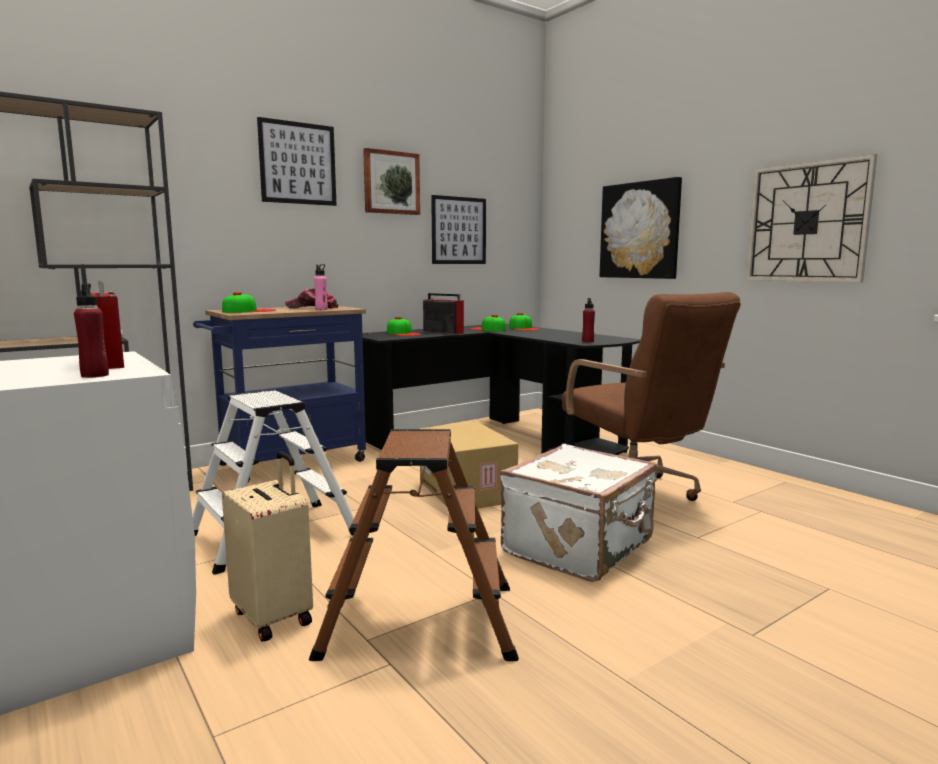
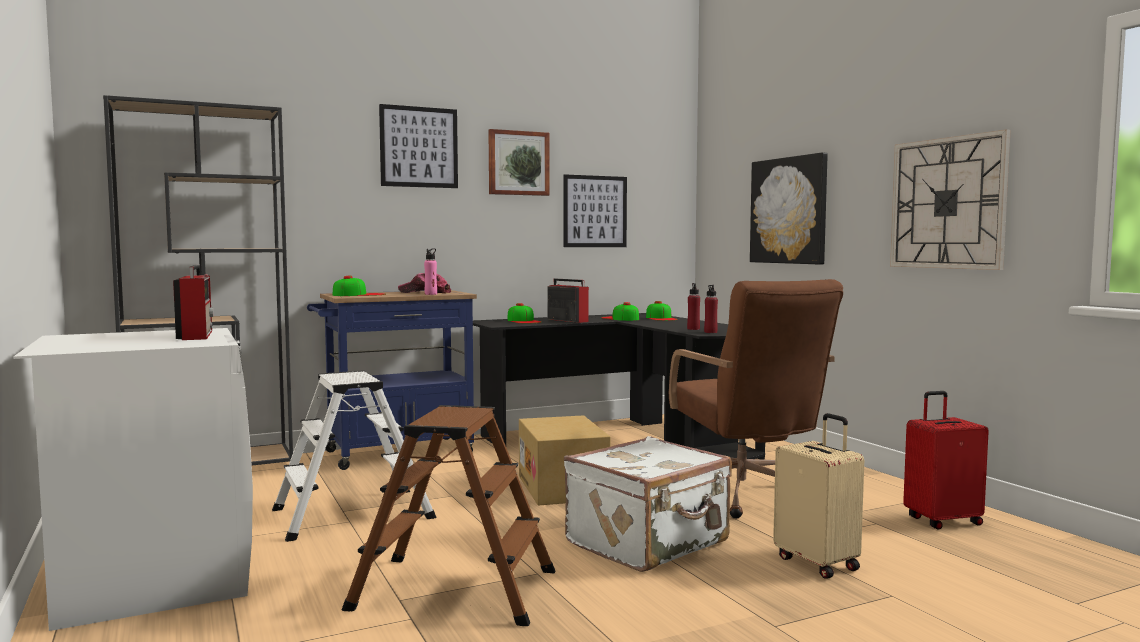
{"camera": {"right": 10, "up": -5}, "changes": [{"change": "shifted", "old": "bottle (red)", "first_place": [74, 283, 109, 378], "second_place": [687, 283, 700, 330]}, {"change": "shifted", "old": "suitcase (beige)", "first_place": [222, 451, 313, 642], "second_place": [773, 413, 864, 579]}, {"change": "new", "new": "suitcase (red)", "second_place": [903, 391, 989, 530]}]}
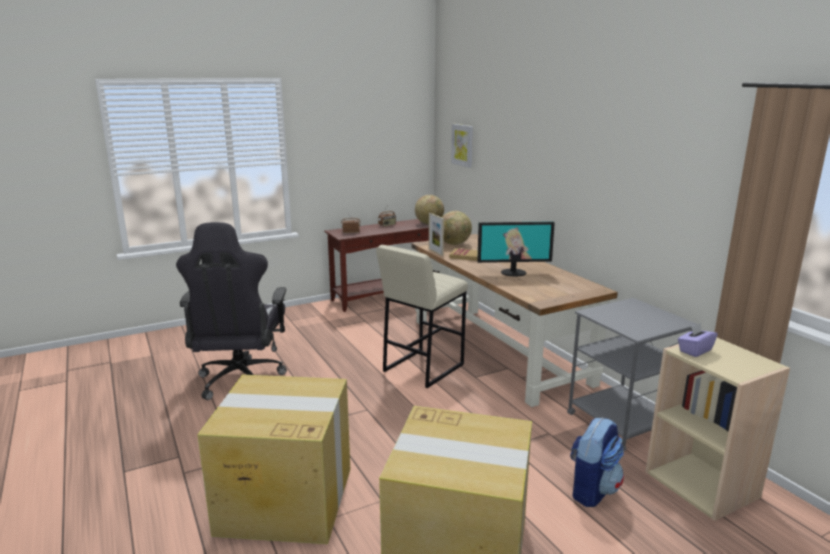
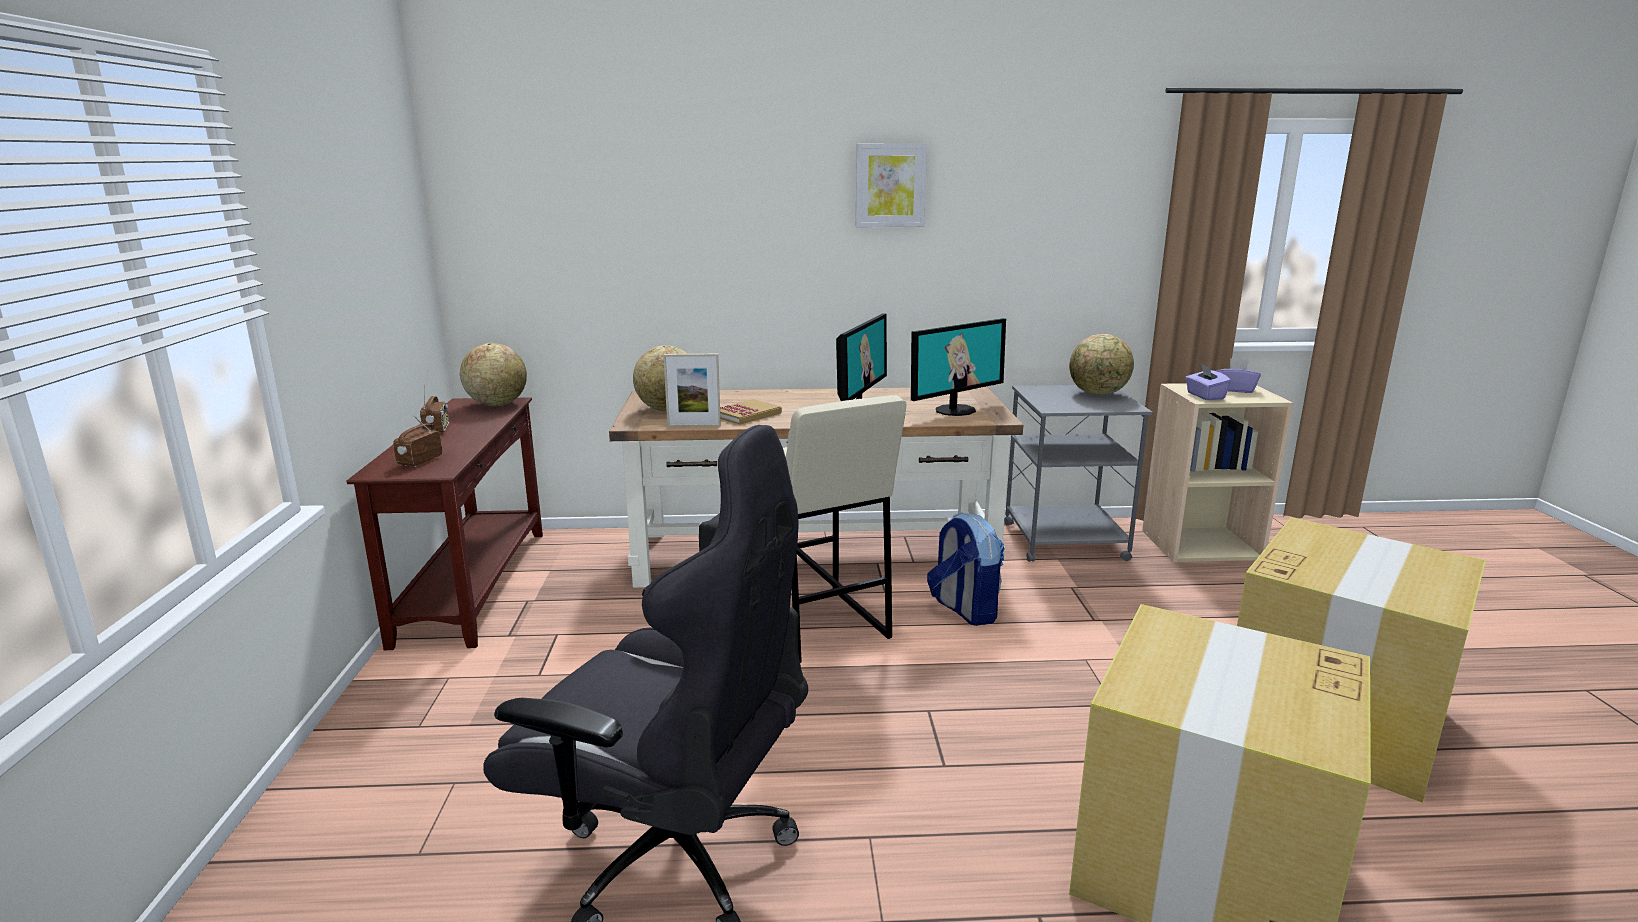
{"camera": {"right": -65, "up": 0}, "changes": [{"change": "shifted", "old": "picture", "first_place": [451, 124, 473, 168], "second_place": [856, 143, 927, 227]}, {"change": "shifted", "old": "backpack", "first_place": [570, 417, 624, 507], "second_place": [927, 512, 1005, 626]}, {"change": "new", "new": "monitor", "second_place": [911, 318, 1006, 416]}, {"change": "new", "new": "globe", "second_place": [1069, 334, 1134, 395]}, {"change": "new", "new": "tissue box (purple)", "second_place": [1216, 358, 1261, 393]}]}
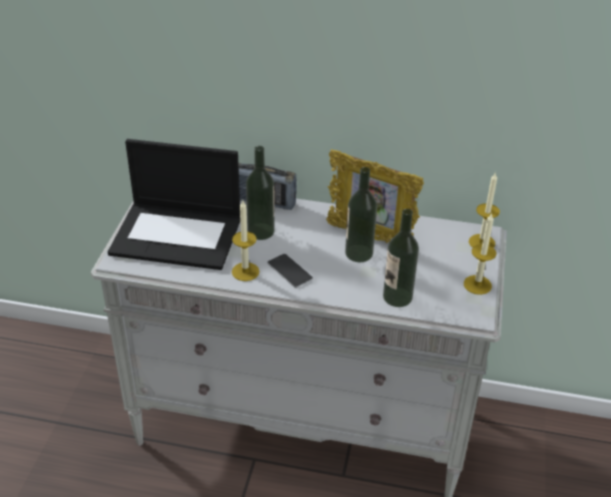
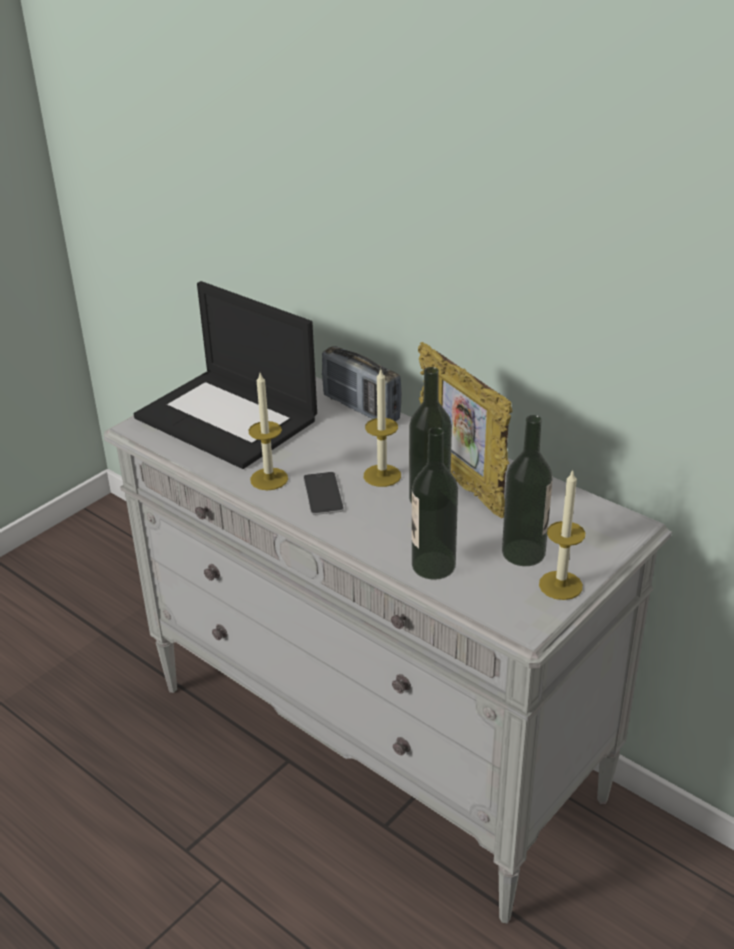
{"camera": {"right": 30, "up": -5}, "changes": [{"change": "shifted", "old": "bottle", "first_place": [246, 146, 275, 240], "second_place": [502, 415, 553, 566]}, {"change": "shifted", "old": "candle", "first_place": [469, 172, 500, 248], "second_place": [364, 368, 401, 487]}]}
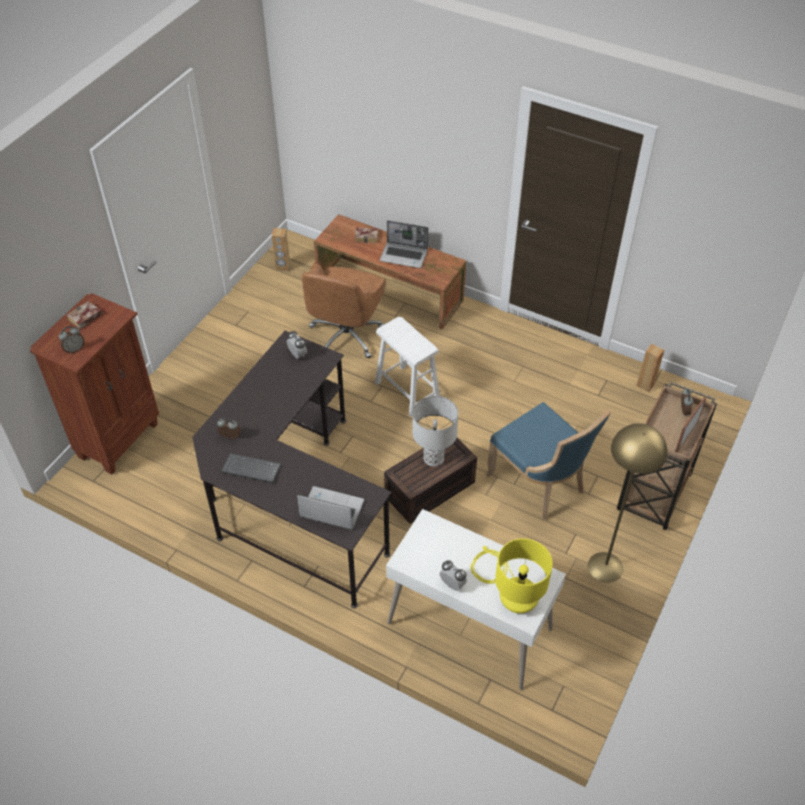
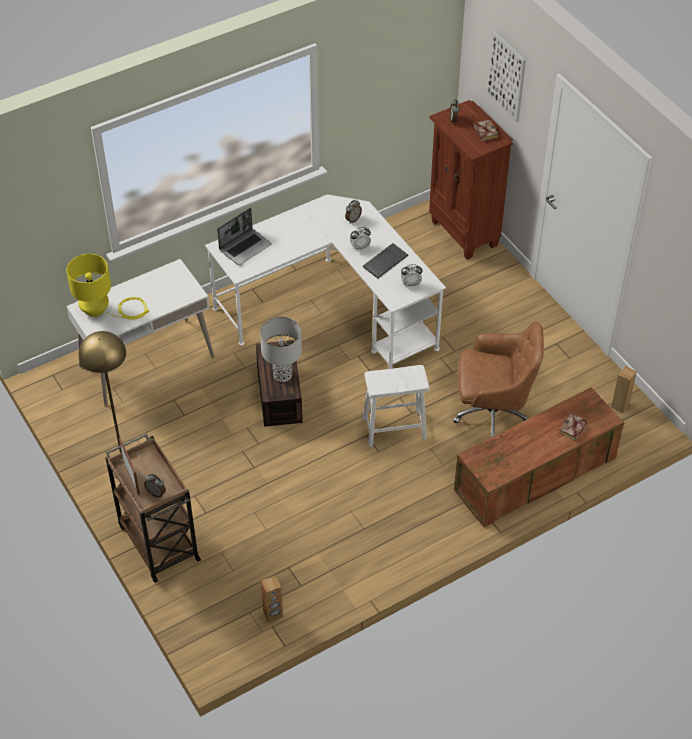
{"camera": {"right": 120, "up": 0}, "changes": [{"change": "gone", "old": "laptop", "first_place": [380, 220, 428, 268]}, {"change": "rotated", "old": "office chair (brown)", "first_place": [302, 262, 386, 358], "second_place": [453, 322, 544, 437], "degrees": 135}, {"change": "repainted", "old": "desk (black)", "new": "desk (white)", "first_place": [192, 331, 391, 608], "second_place": [205, 194, 446, 369]}, {"change": "gone", "old": "chair (blue)", "first_place": [485, 402, 612, 520]}, {"change": "shifted", "old": "keyboard", "first_place": [221, 453, 281, 483], "second_place": [363, 243, 408, 279]}, {"change": "shifted", "old": "alarm clock", "first_place": [439, 560, 467, 591], "second_place": [350, 227, 371, 251]}, {"change": "new", "new": "picture", "second_place": [487, 32, 526, 122]}]}
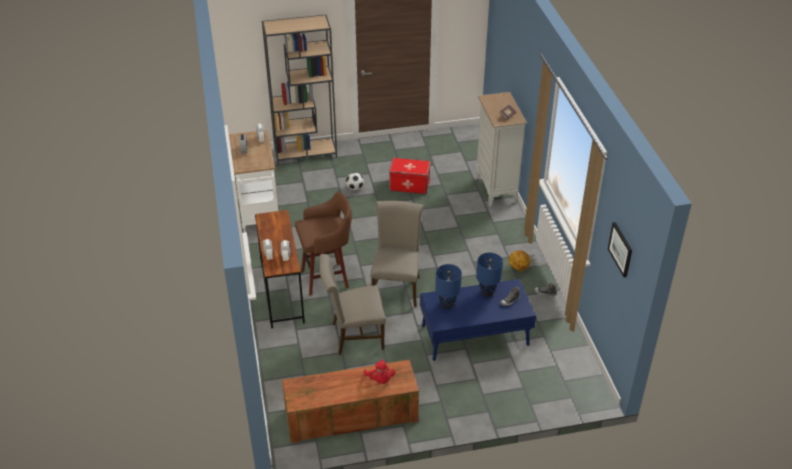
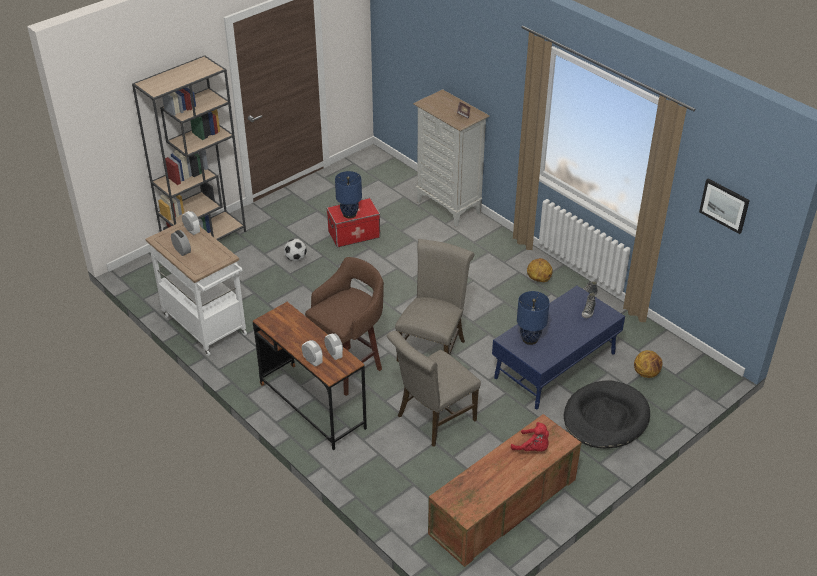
{"camera": {"right": -30, "up": 0}, "changes": [{"change": "rotated", "old": "chair (beige)", "first_place": [370, 201, 424, 307], "second_place": [395, 239, 475, 362], "degrees": 45}, {"change": "shifted", "old": "table lamp (blue)", "first_place": [476, 253, 503, 296], "second_place": [335, 171, 362, 218]}, {"change": "new", "new": "basketball", "second_place": [634, 350, 663, 378]}, {"change": "new", "new": "dog bed (black)", "second_place": [564, 381, 650, 448]}]}
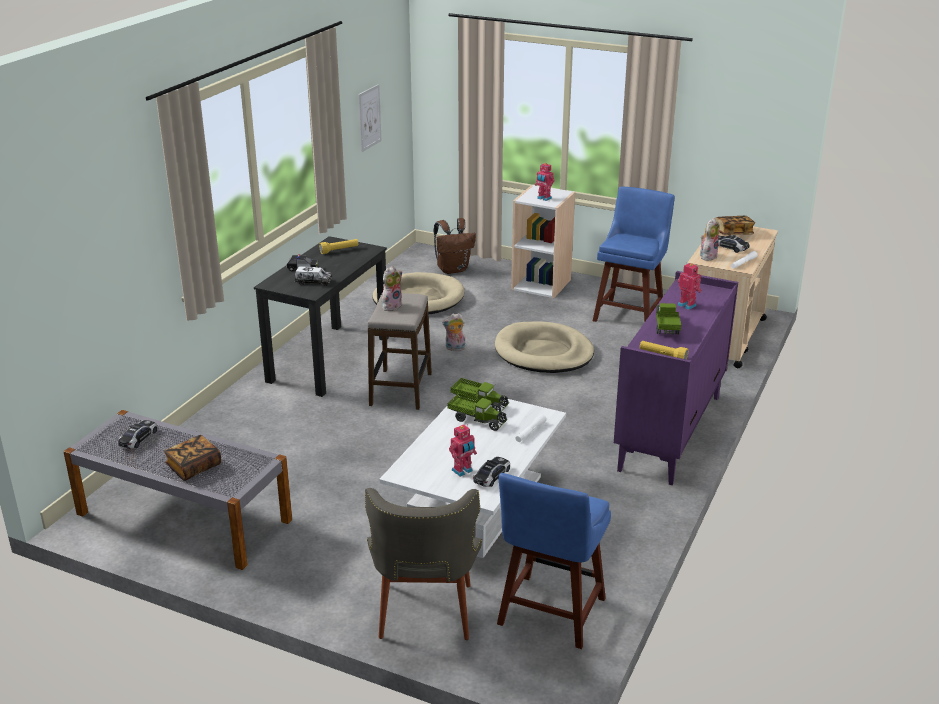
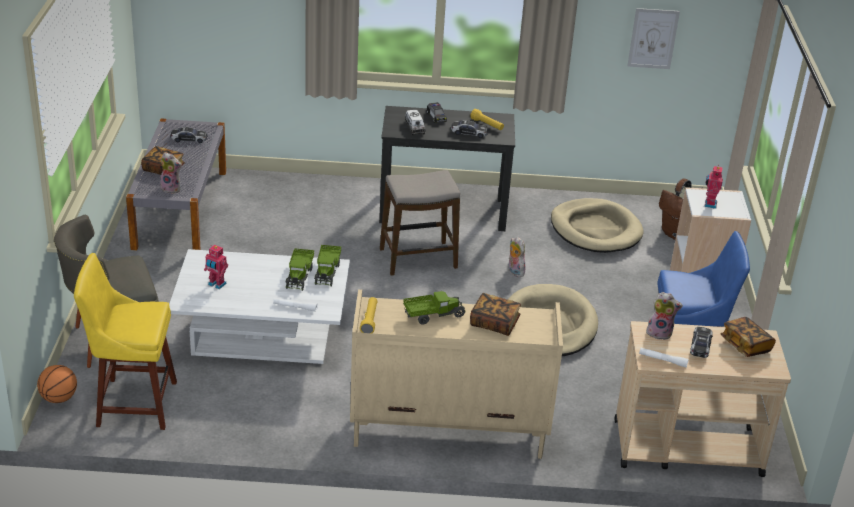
{"camera": {"right": 65, "up": 5}, "changes": [{"change": "swapped", "old": "toy robot", "new": "book", "first_place": [678, 262, 702, 310], "second_place": [470, 293, 521, 336]}, {"change": "shifted", "old": "plush toy", "first_place": [382, 266, 402, 311], "second_place": [160, 152, 182, 194]}, {"change": "repainted", "old": "cabinet (purple)", "new": "cabinet (beige)", "first_place": [614, 271, 738, 485], "second_place": [350, 289, 563, 459]}, {"change": "shifted", "old": "toy car", "first_place": [473, 457, 510, 487], "second_place": [450, 120, 488, 138]}, {"change": "repainted", "old": "chair (blue)", "new": "chair (yellow)", "first_place": [497, 473, 611, 649], "second_place": [74, 253, 177, 430]}, {"change": "new", "new": "basketball", "second_place": [37, 365, 77, 403]}]}
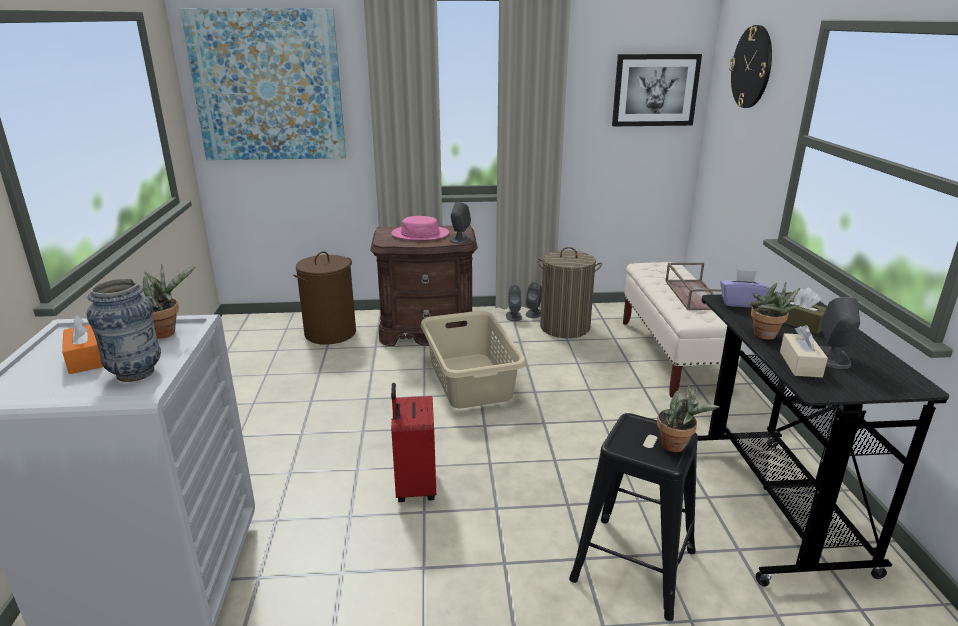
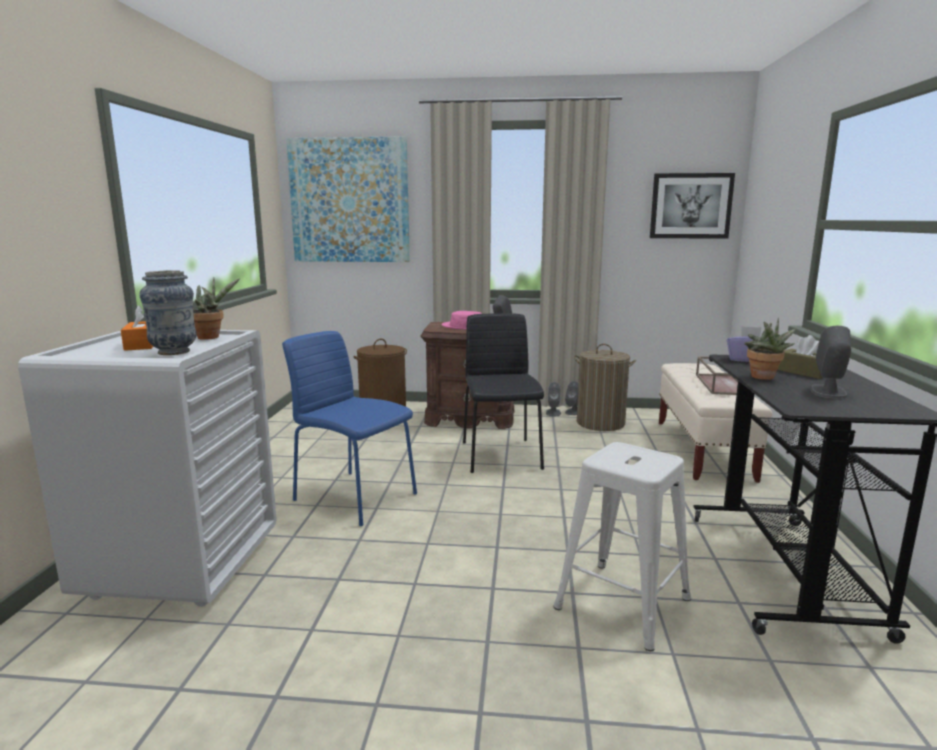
{"camera": {"right": 10, "up": -10}, "changes": [{"change": "gone", "old": "wall clock", "first_place": [729, 25, 772, 108]}, {"change": "swapped", "old": "laundry basket (beige)", "new": "chair (black)", "first_place": [421, 311, 526, 408], "second_place": [463, 313, 544, 473]}, {"change": "gone", "old": "tissue box (beige)", "first_place": [780, 325, 828, 378]}, {"change": "gone", "old": "suitcase (red)", "first_place": [391, 383, 436, 502]}, {"change": "gone", "old": "potted plant", "first_place": [657, 384, 719, 452]}, {"change": "repainted", "old": "stool (black)", "new": "stool (white)", "first_place": [569, 413, 698, 621], "second_place": [553, 442, 691, 651]}, {"change": "new", "new": "chair (blue)", "second_place": [282, 331, 417, 526]}]}
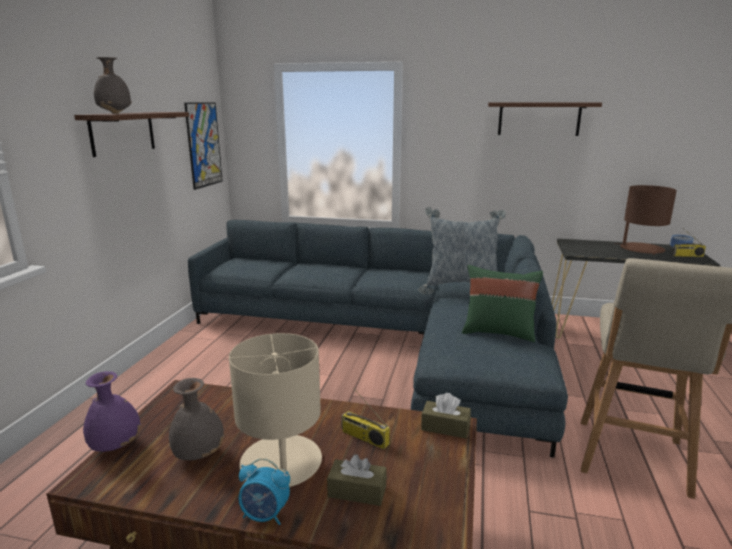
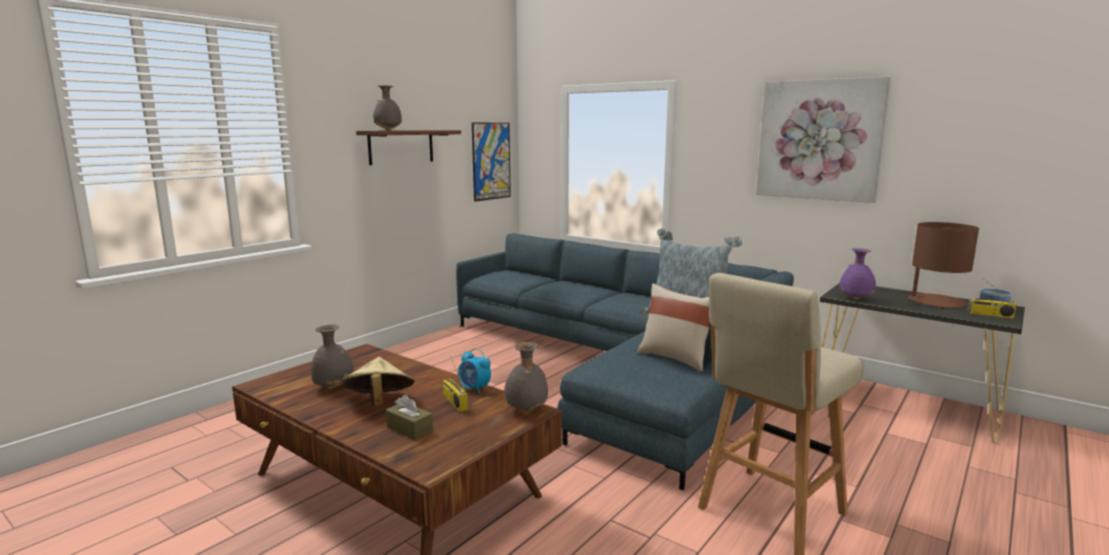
{"camera": {"right": 25, "up": -5}, "changes": [{"change": "swapped", "old": "shelf", "new": "picture", "first_place": [488, 102, 602, 136], "second_place": [756, 77, 891, 203]}, {"change": "repainted", "old": "pillow (green)", "new": "pillow (beige)", "first_place": [462, 265, 543, 343], "second_place": [637, 283, 710, 372]}, {"change": "swapped", "old": "table lamp (beige)", "new": "hat (beige)", "first_place": [229, 333, 322, 487], "second_place": [342, 357, 415, 406]}, {"change": "shifted", "old": "vase (purple)", "first_place": [83, 371, 141, 452], "second_place": [839, 248, 876, 300]}, {"change": "swapped", "old": "tissue box (brown)", "new": "vase (grey)", "first_place": [421, 393, 471, 439], "second_place": [504, 342, 548, 411]}, {"change": "shifted", "old": "alarm clock", "first_place": [238, 458, 290, 525], "second_place": [458, 348, 491, 394]}]}
